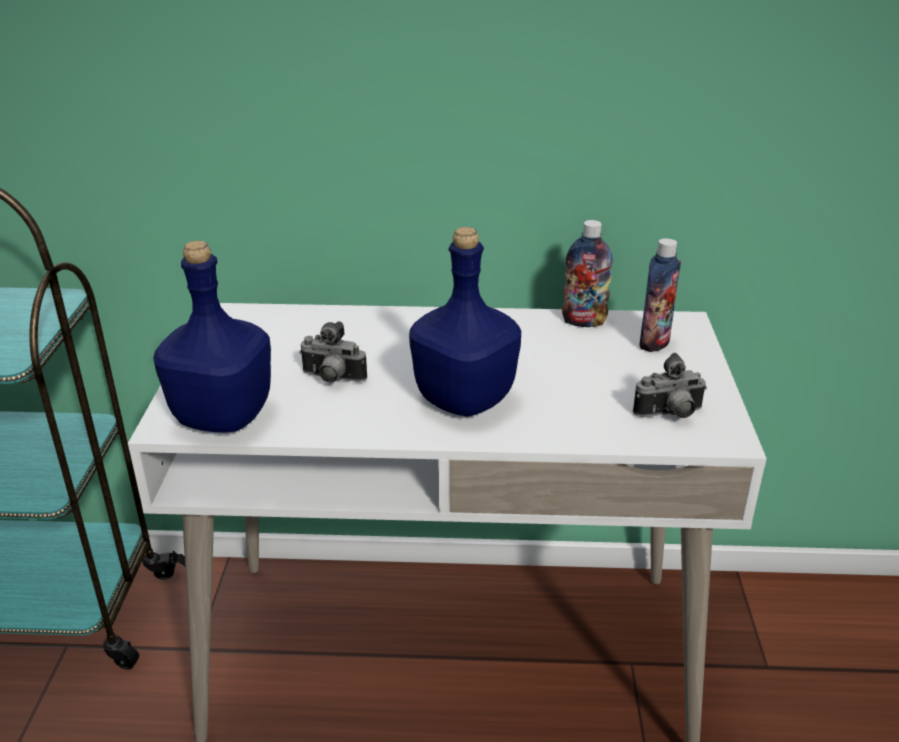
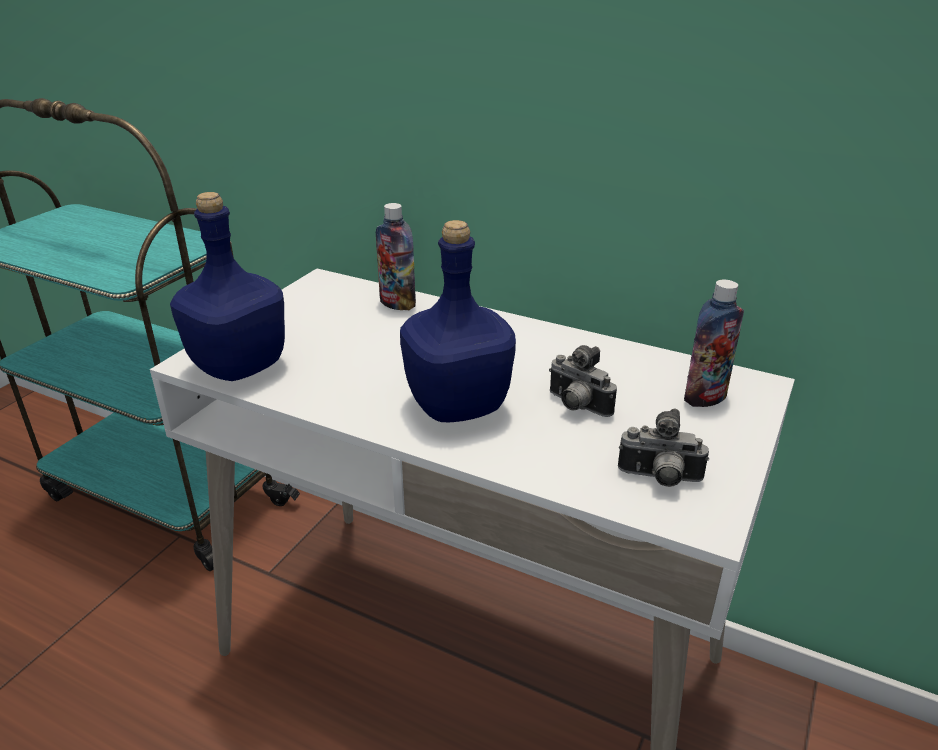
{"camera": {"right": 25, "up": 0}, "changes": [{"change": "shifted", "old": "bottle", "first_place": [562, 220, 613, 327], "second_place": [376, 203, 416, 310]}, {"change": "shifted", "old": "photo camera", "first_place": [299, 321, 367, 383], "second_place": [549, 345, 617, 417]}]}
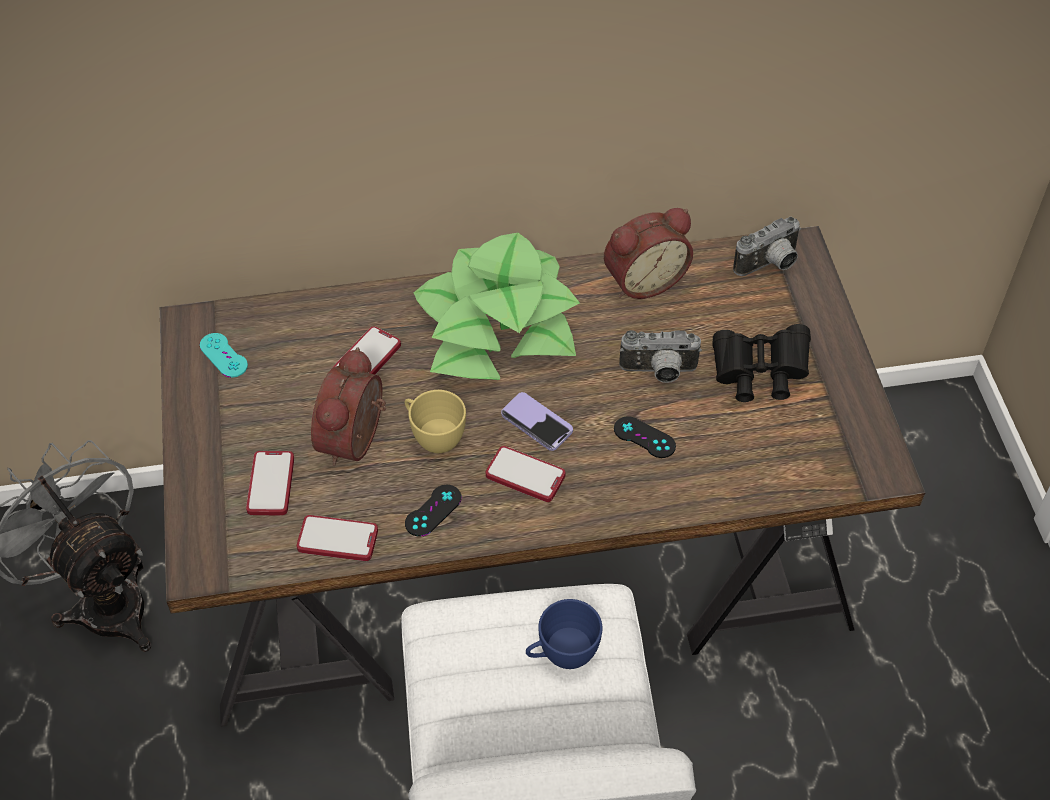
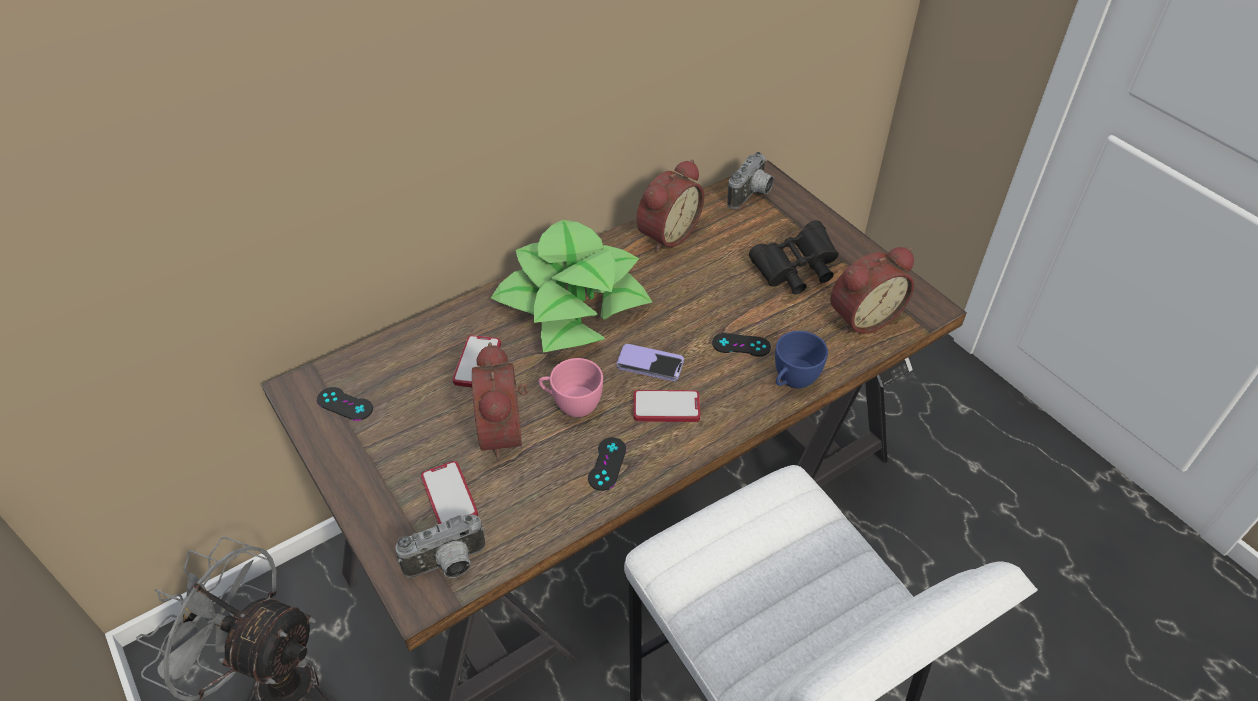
{"camera": {"right": -25, "up": -5}, "changes": [{"change": "shifted", "old": "photo camera", "first_place": [619, 330, 702, 383], "second_place": [395, 515, 485, 578]}, {"change": "repainted", "old": "game controller (turquoise)", "new": "game controller (black)", "first_place": [200, 333, 248, 378], "second_place": [317, 387, 373, 421]}, {"change": "repainted", "old": "cup (yellow)", "new": "cup (pink)", "first_place": [404, 390, 466, 453], "second_place": [539, 358, 603, 417]}, {"change": "gone", "old": "phone", "first_place": [297, 515, 378, 561]}, {"change": "shifted", "old": "cup (blue)", "first_place": [526, 599, 602, 669], "second_place": [775, 331, 828, 388]}, {"change": "new", "new": "alarm clock", "second_place": [830, 247, 914, 333]}]}
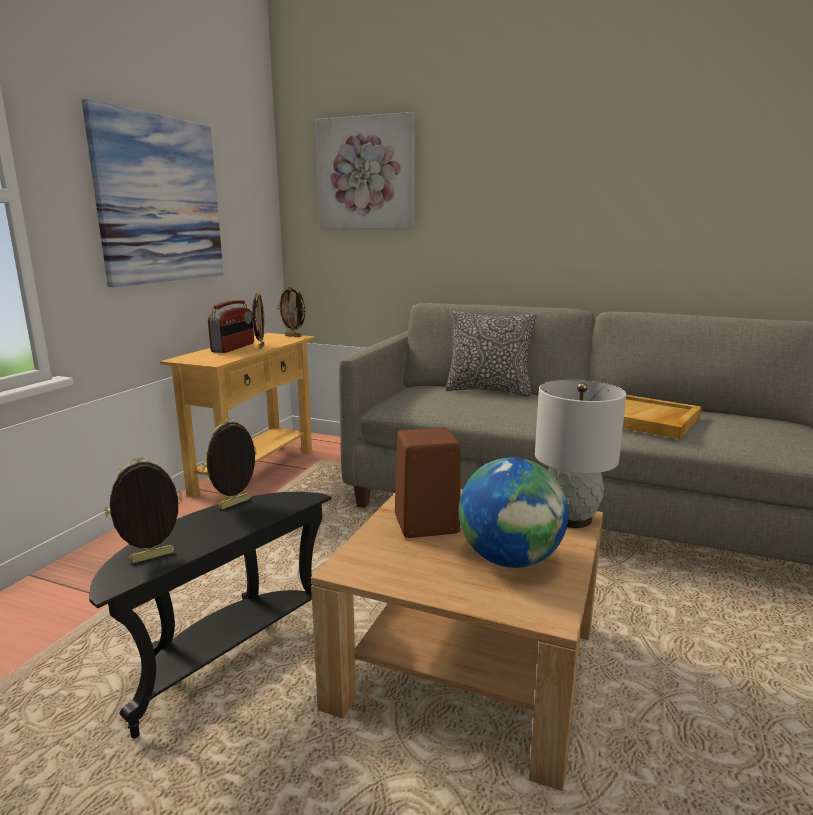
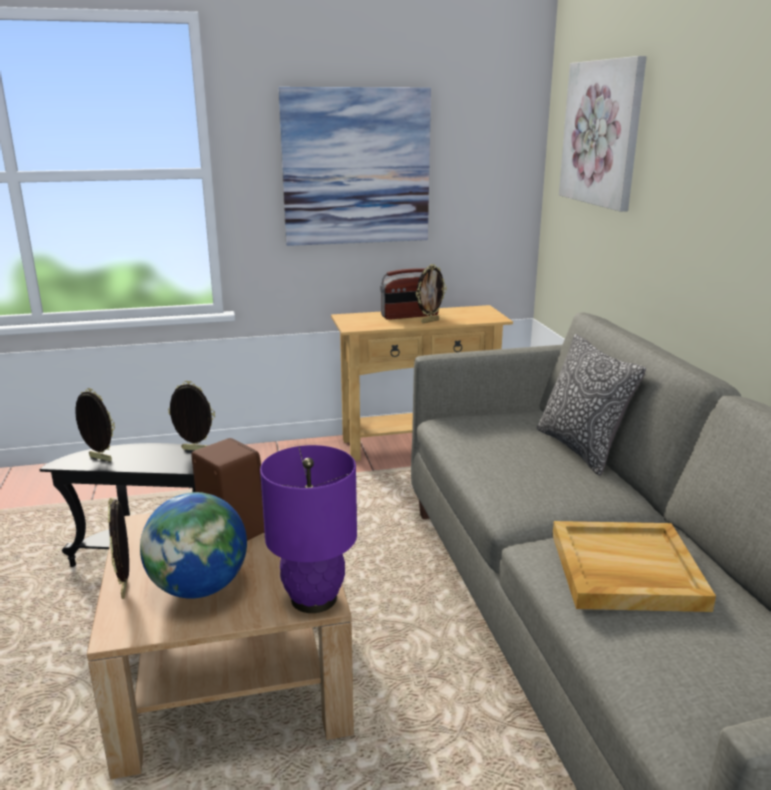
{"camera": {"right": 55, "up": 5}, "changes": [{"change": "shifted", "old": "picture frame", "first_place": [277, 285, 306, 337], "second_place": [108, 498, 129, 599]}, {"change": "repainted", "old": "table lamp (white)", "new": "table lamp (purple)", "first_place": [535, 380, 626, 528], "second_place": [260, 445, 357, 613]}]}
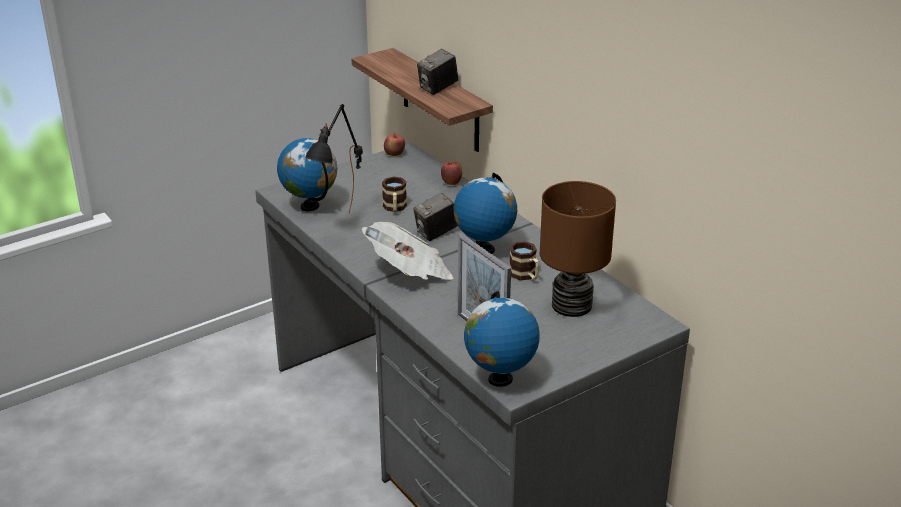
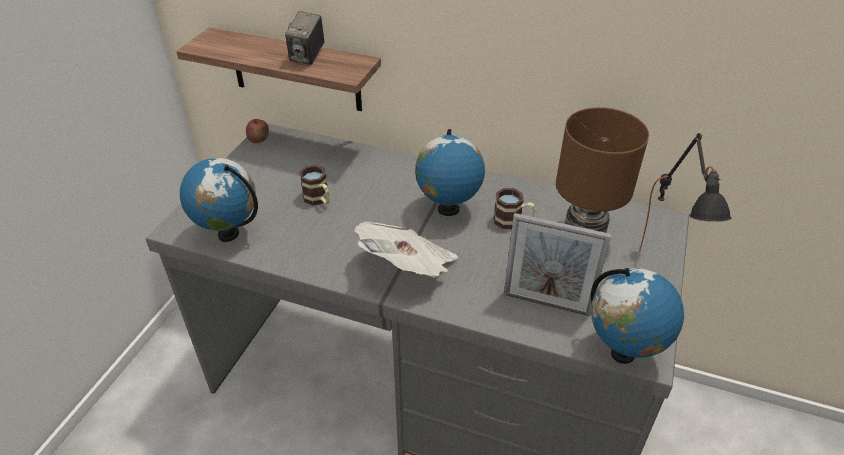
{"camera": {"right": -35, "up": 10}, "changes": [{"change": "shifted", "old": "table lamp (black)", "first_place": [305, 104, 363, 213], "second_place": [639, 133, 732, 253]}, {"change": "gone", "old": "apple", "first_place": [441, 162, 462, 185]}, {"change": "gone", "old": "photo camera", "first_place": [413, 193, 458, 241]}]}
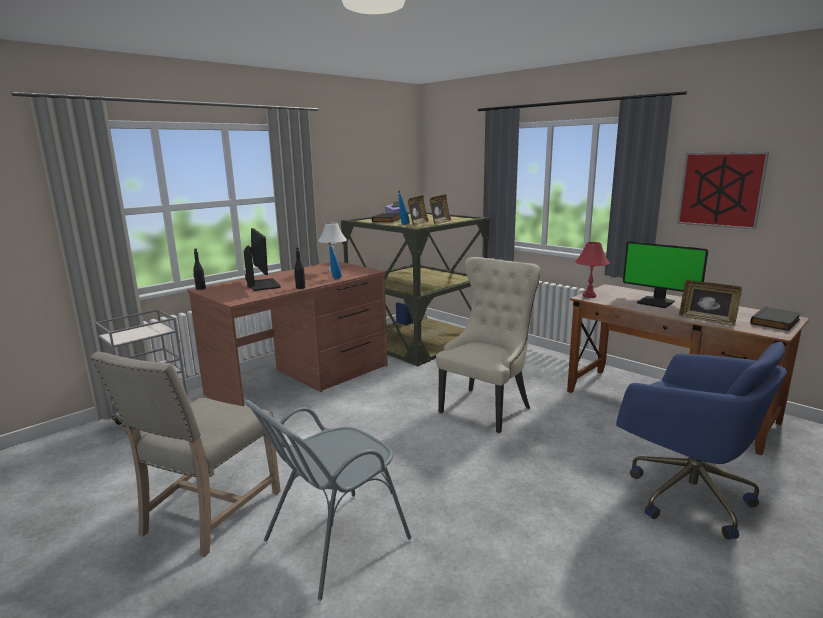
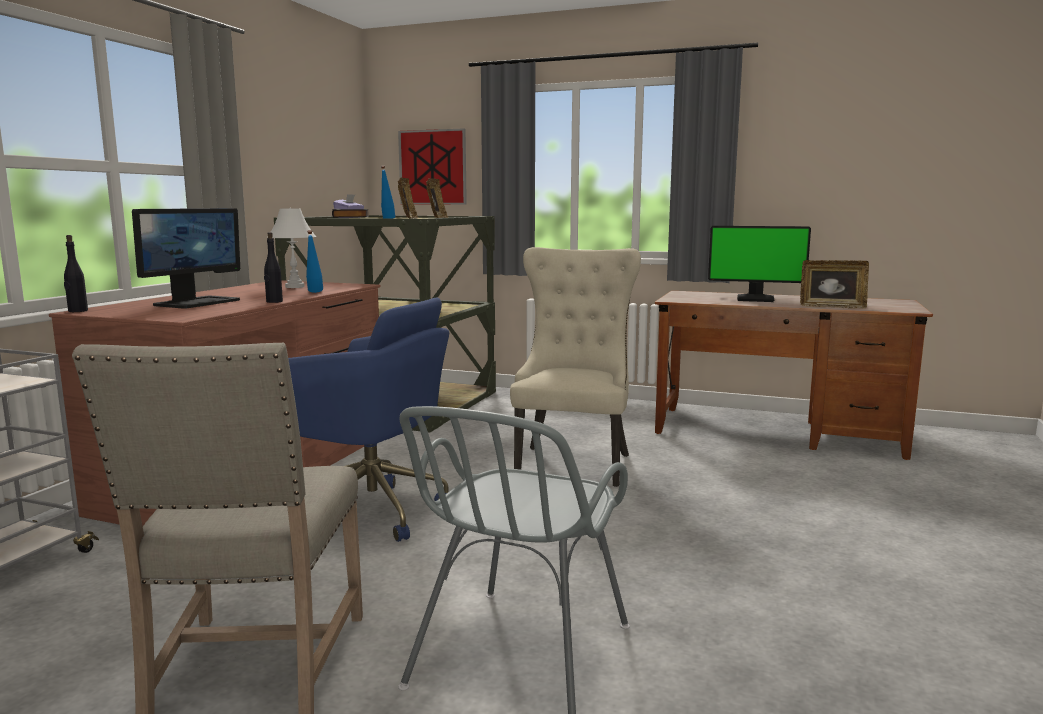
{"camera": {"right": -25, "up": -5}, "changes": [{"change": "shifted", "old": "picture", "first_place": [677, 152, 769, 229], "second_place": [398, 128, 467, 205]}, {"change": "rotated", "old": "monitor", "first_place": [244, 228, 281, 291], "second_place": [132, 208, 240, 309], "degrees": 75}, {"change": "gone", "old": "table lamp (red)", "first_place": [575, 242, 610, 298]}, {"change": "gone", "old": "book (black)", "first_place": [750, 306, 801, 331]}, {"change": "shifted", "old": "office chair (blue)", "first_place": [616, 342, 787, 540], "second_place": [288, 298, 449, 542]}]}
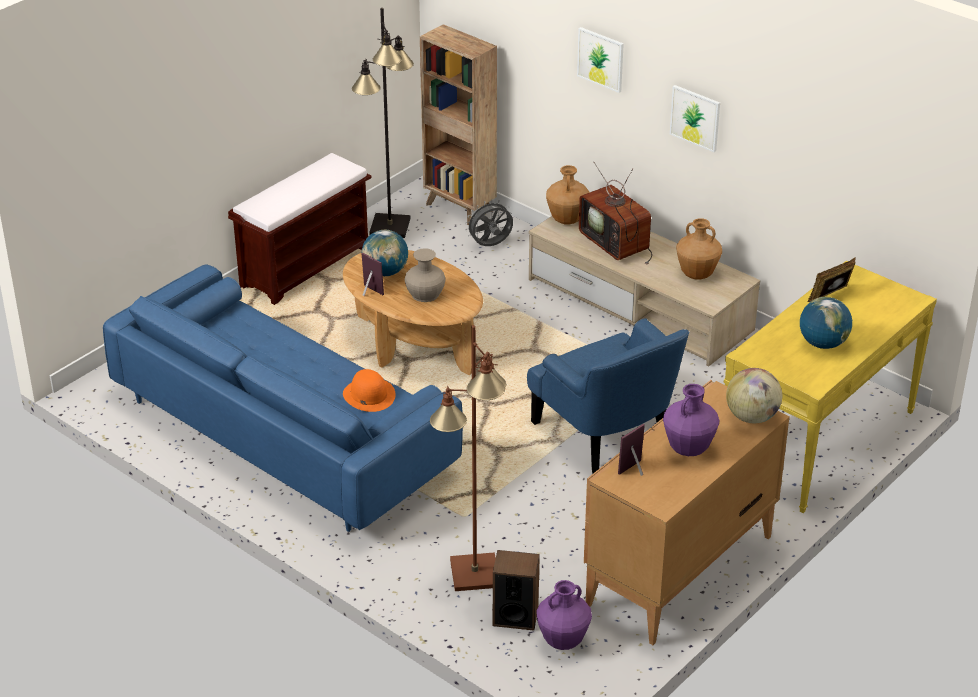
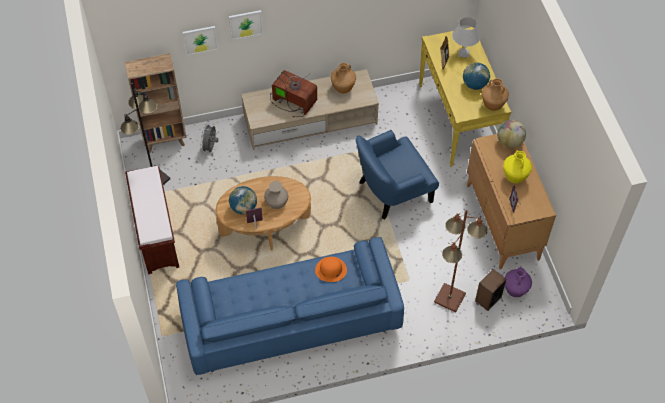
{"camera": {"right": -55, "up": 20}, "changes": [{"change": "shifted", "old": "picture", "first_place": [670, 85, 720, 152], "second_place": [183, 26, 218, 55]}, {"change": "rotated", "old": "television", "first_place": [579, 162, 652, 265], "second_place": [270, 70, 317, 117], "degrees": -150}, {"change": "shifted", "old": "vase (brown)", "first_place": [546, 165, 590, 225], "second_place": [482, 78, 509, 111]}, {"change": "rotated", "old": "armchair (blue)", "first_place": [527, 318, 689, 473], "second_place": [356, 130, 439, 220], "degrees": 150}, {"change": "repainted", "old": "vase (purple)", "new": "vase (yellow)", "first_place": [663, 384, 720, 456], "second_place": [503, 150, 532, 183]}, {"change": "new", "new": "table lamp (white)", "second_place": [452, 17, 481, 58]}]}
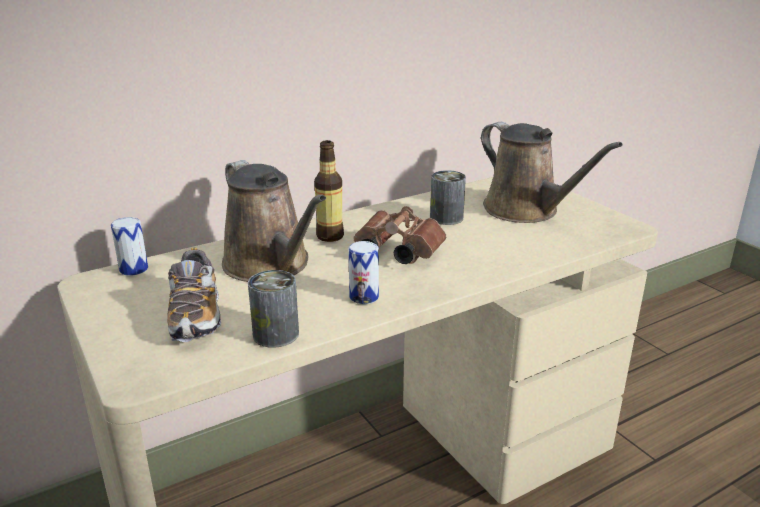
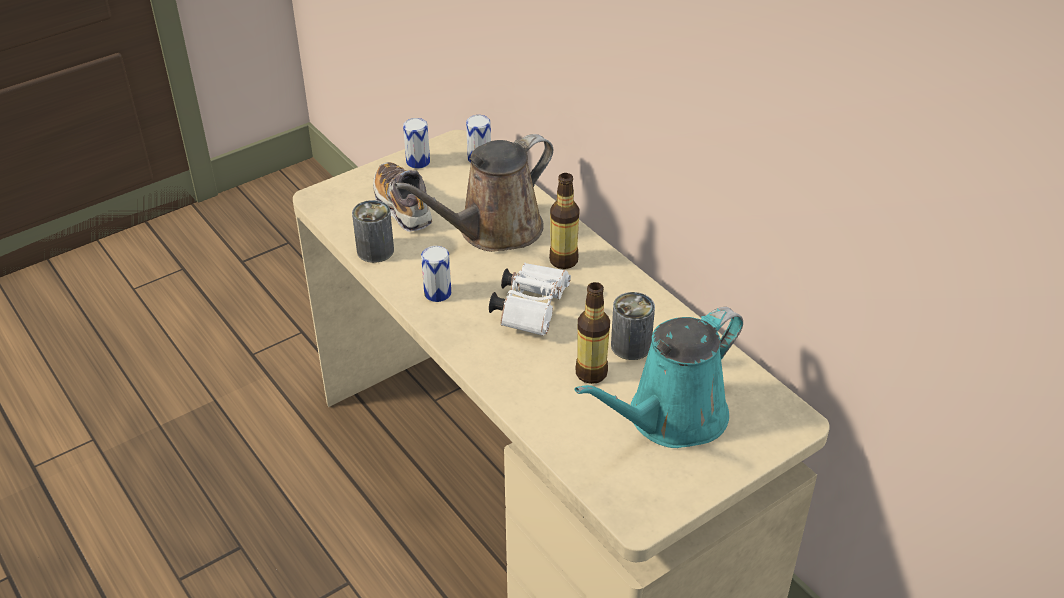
{"camera": {"right": 85, "up": 15}, "changes": [{"change": "repainted", "old": "watering can (brown)", "new": "watering can (turquoise)", "first_place": [481, 122, 623, 223], "second_place": [575, 307, 743, 448]}, {"change": "repainted", "old": "binoculars (brown)", "new": "binoculars (white)", "first_place": [353, 206, 446, 264], "second_place": [489, 263, 571, 336]}, {"change": "rotated", "old": "shoe", "first_place": [167, 248, 221, 342], "second_place": [373, 162, 432, 232], "degrees": 75}, {"change": "new", "new": "can", "second_place": [403, 118, 430, 169]}, {"change": "new", "new": "bottle", "second_place": [576, 282, 610, 384]}]}
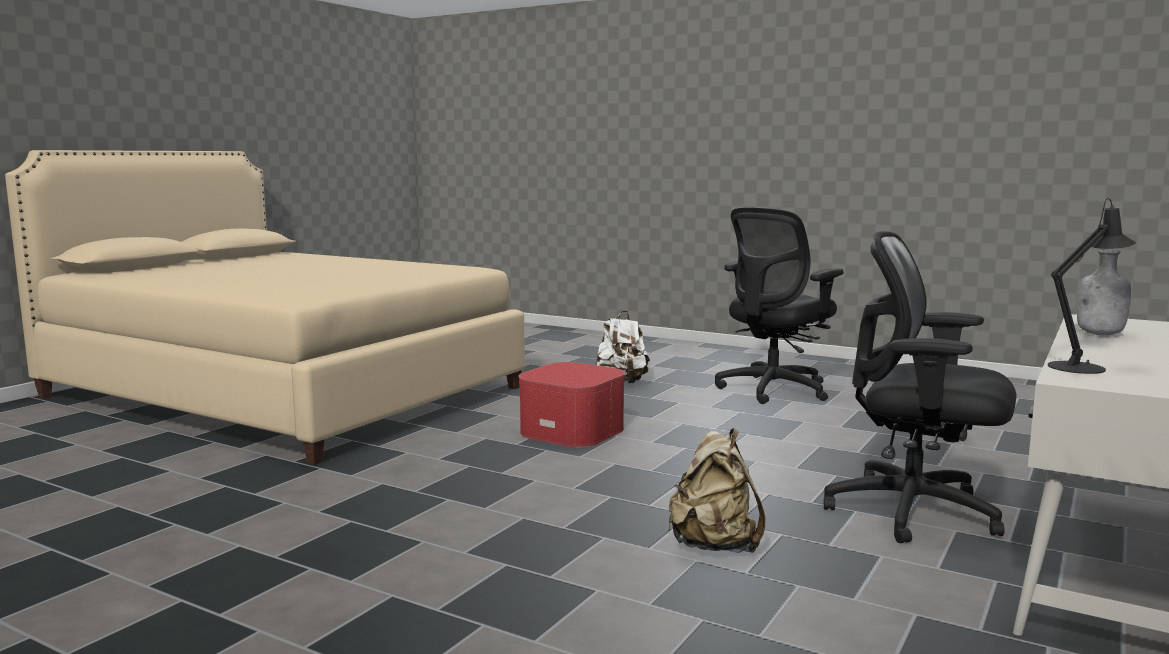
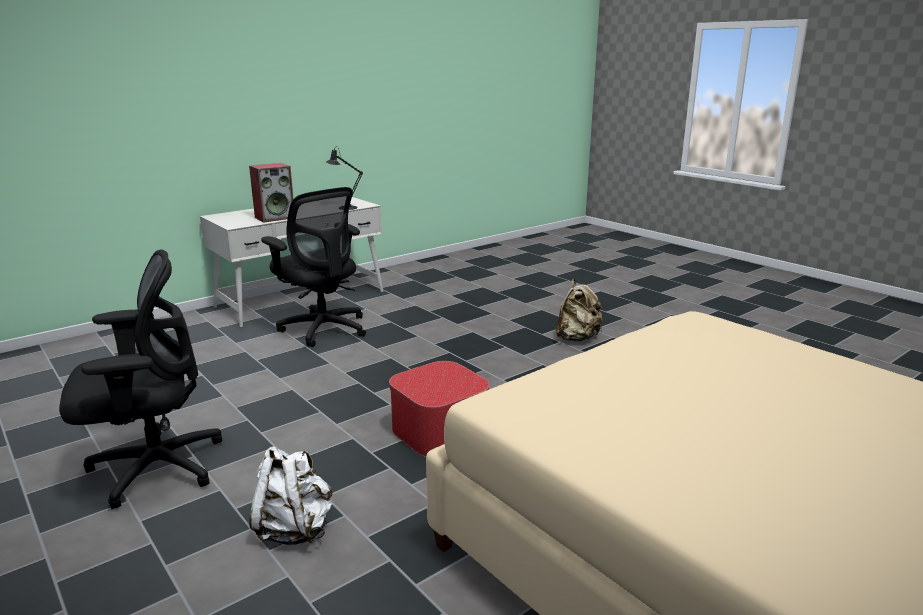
{"camera": {"right": -160, "up": 10}, "changes": [{"change": "swapped", "old": "bottle (grey)", "new": "speaker", "first_place": [1077, 249, 1131, 335], "second_place": [249, 163, 293, 223]}, {"change": "shifted", "old": "backpack (beige)", "first_place": [667, 428, 766, 553], "second_place": [556, 279, 603, 342]}]}
